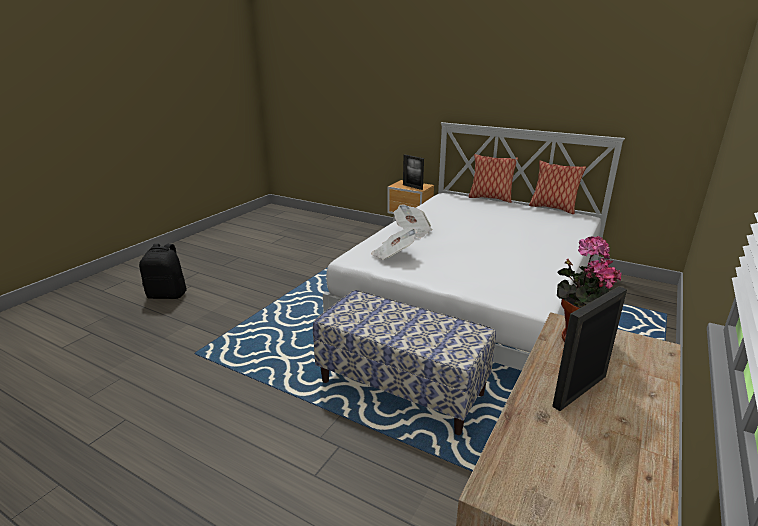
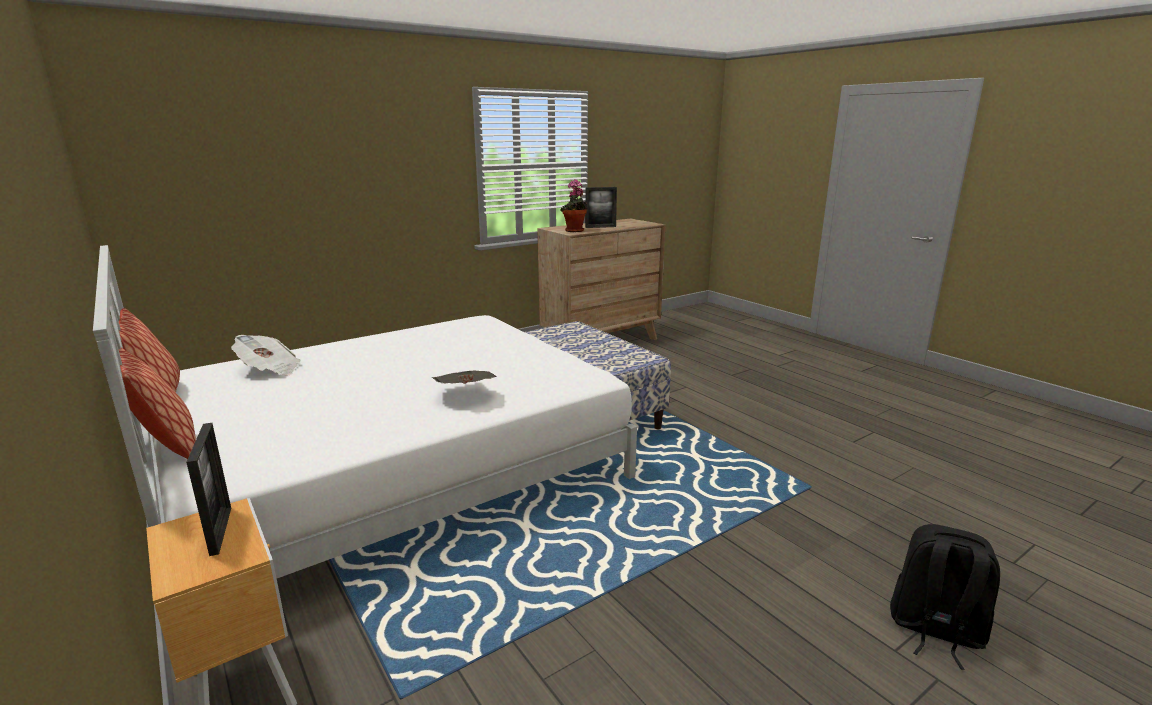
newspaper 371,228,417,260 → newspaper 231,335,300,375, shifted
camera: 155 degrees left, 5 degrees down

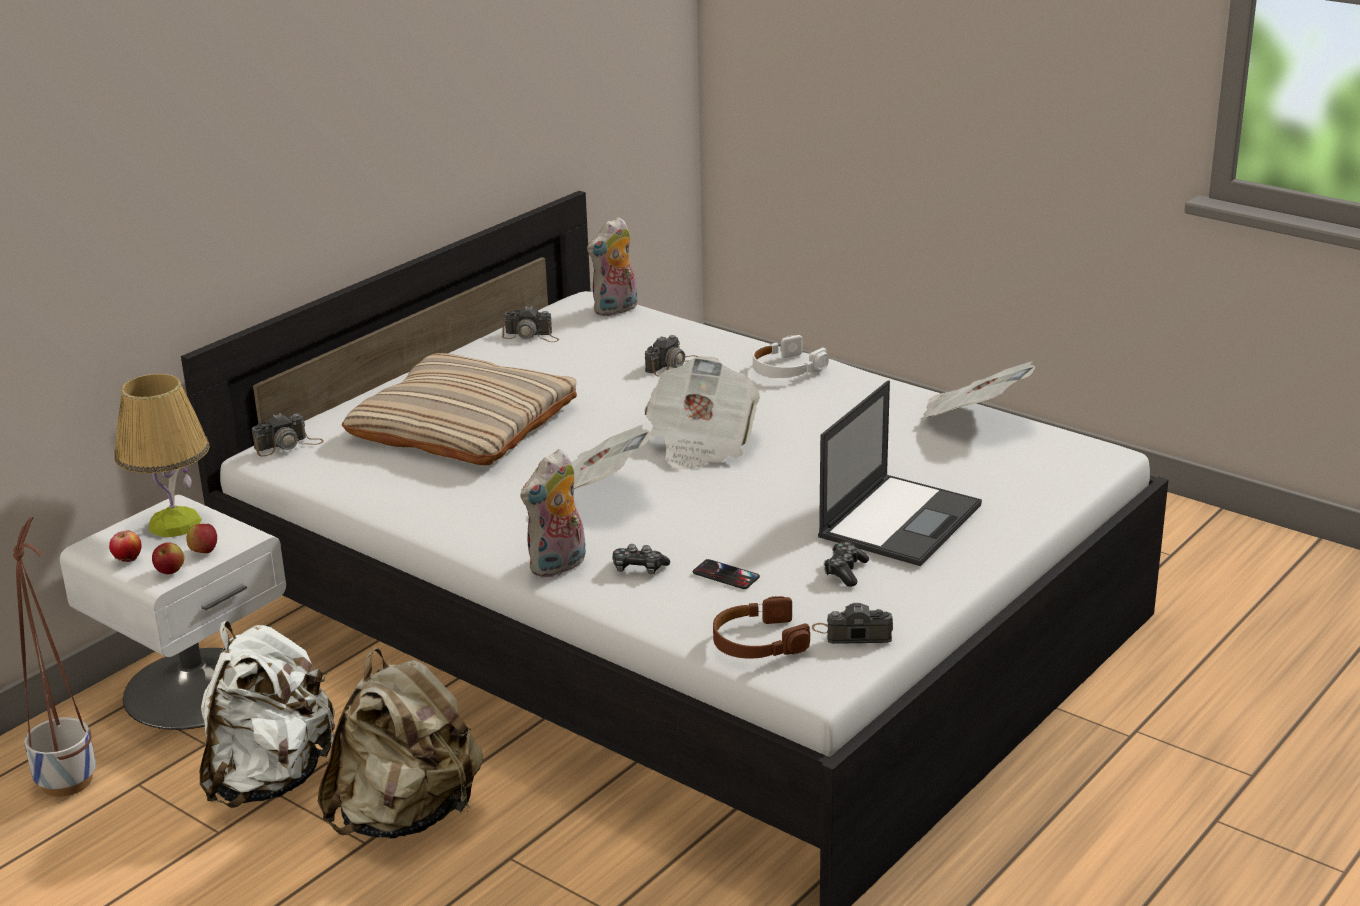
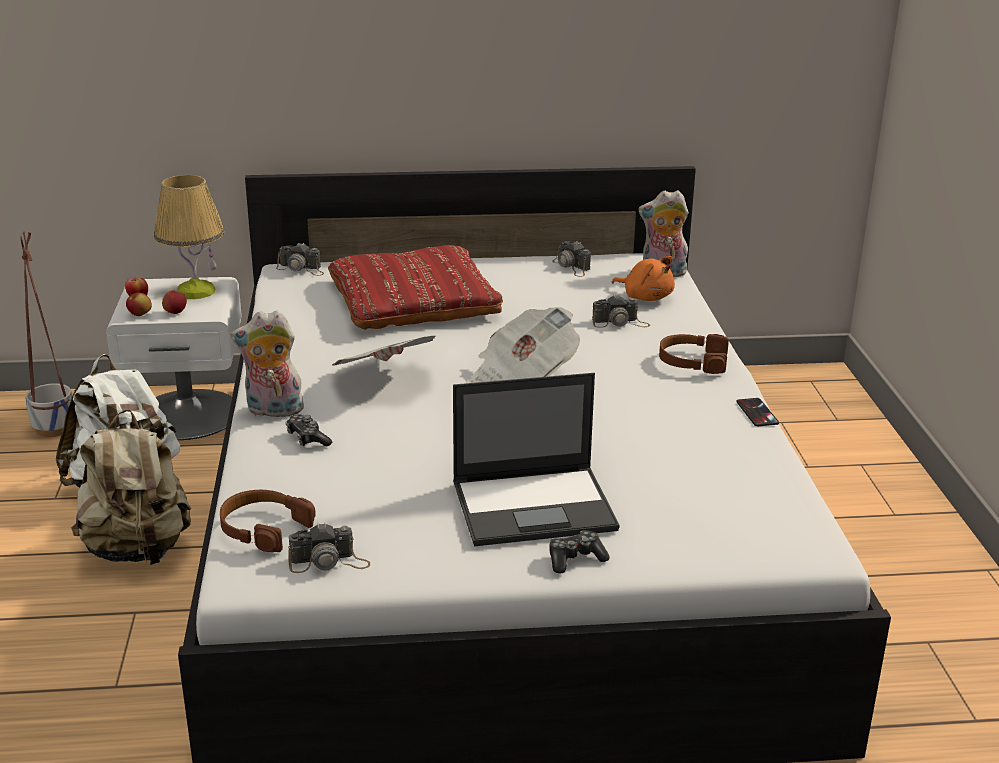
beige pillow 342,353,577,465 → red pillow 328,245,503,330
phone 693,559,760,589 → phone 736,398,779,426, shifted
white headphones 753,335,829,378 → brown headphones 659,334,729,374
photo camera 812,603,893,644 → photo camera 288,522,370,573, 120 degrees clockwise
game controller 824,541,869,587 → game controller 549,531,610,574, shifted
newspaper 920,361,1035,419 → -
- → orange plush toy 612,256,675,301
camera: 45 degrees right, 0 degrees up

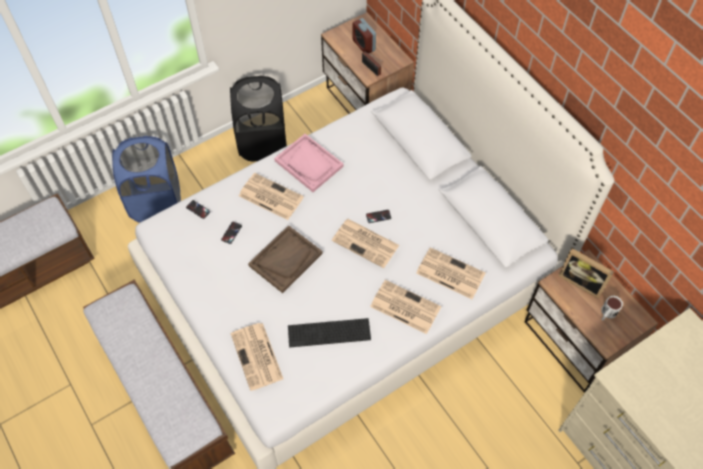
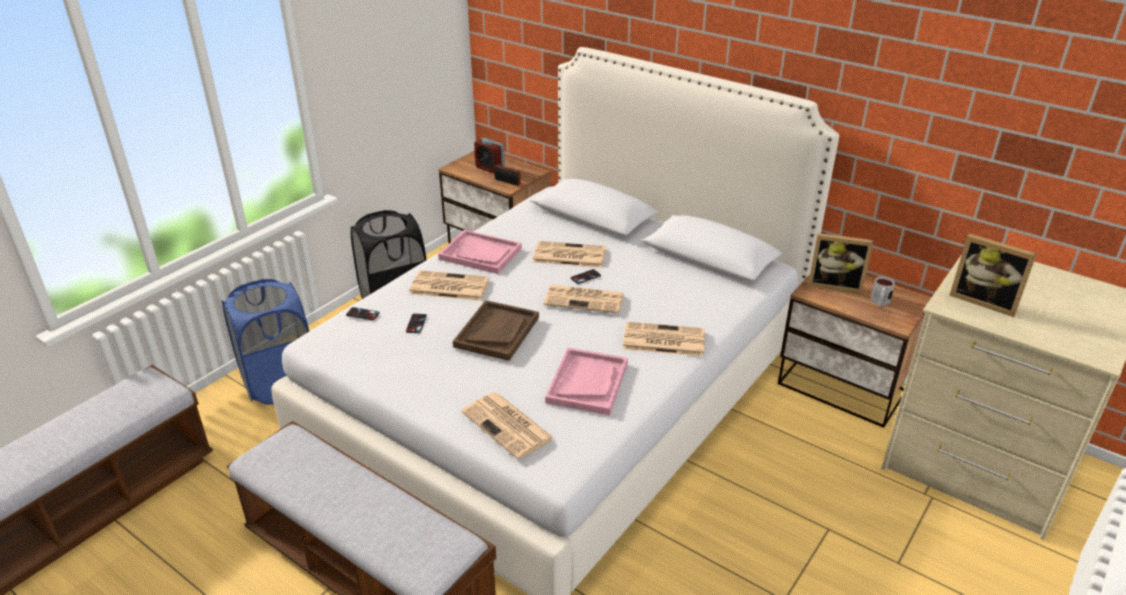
keyboard 288,318,371,347 → pink tray 545,348,628,415
newspaper 416,247,486,299 → newspaper 533,241,606,268, shifted
- → picture frame 949,233,1037,317
camera: 20 degrees left, 25 degrees down

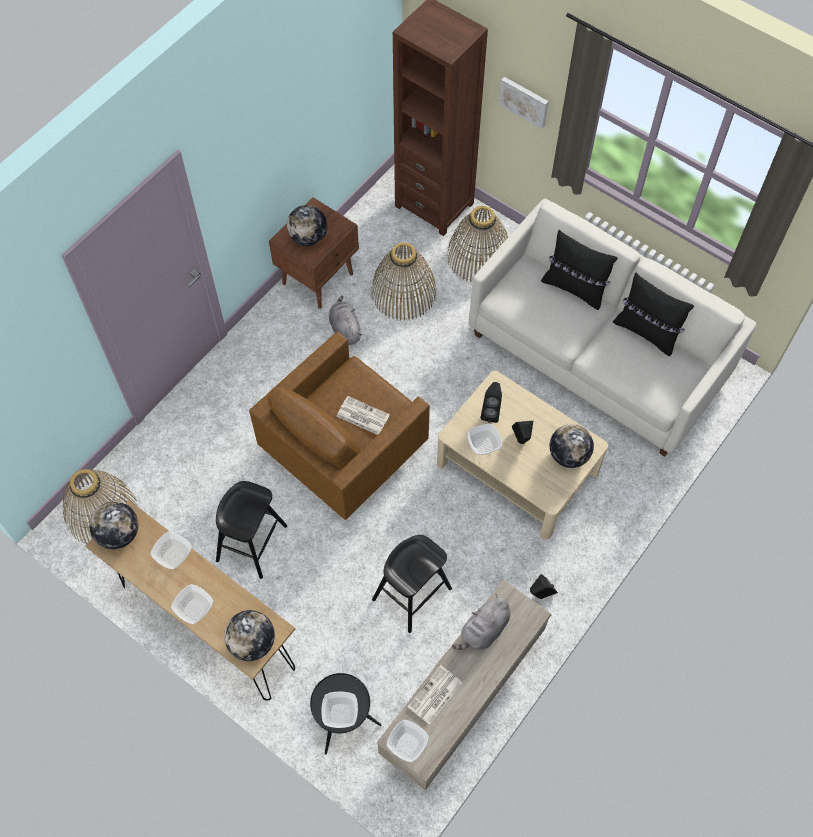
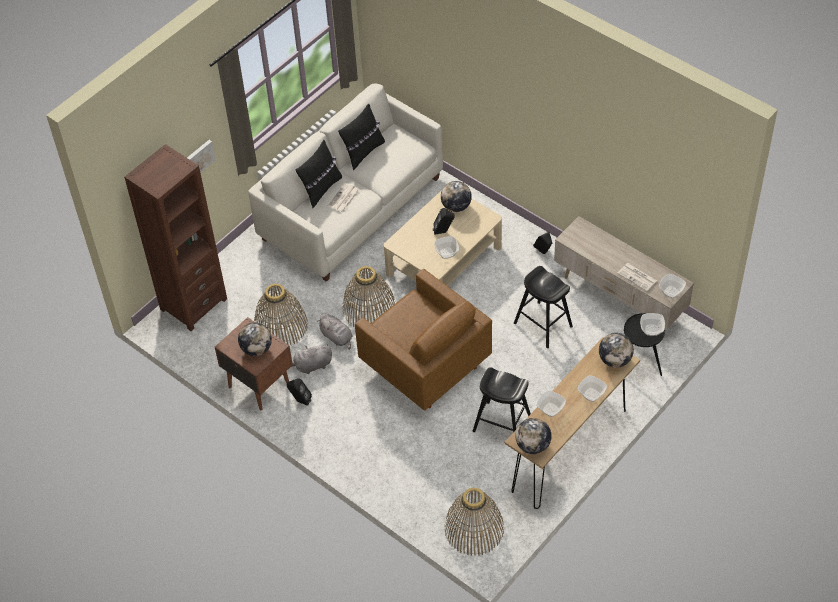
newspaper 336,396,390,435 → newspaper 328,183,360,213, shifted
basket 447,206,508,282 → basket 343,266,395,327, shifted
grey plush toy 452,594,510,651 → grey plush toy 318,314,353,350, shifted
black speaker 481,382,502,423 → black speaker 287,378,312,406, shifted
camera: 85 degrees left, 10 degrees down

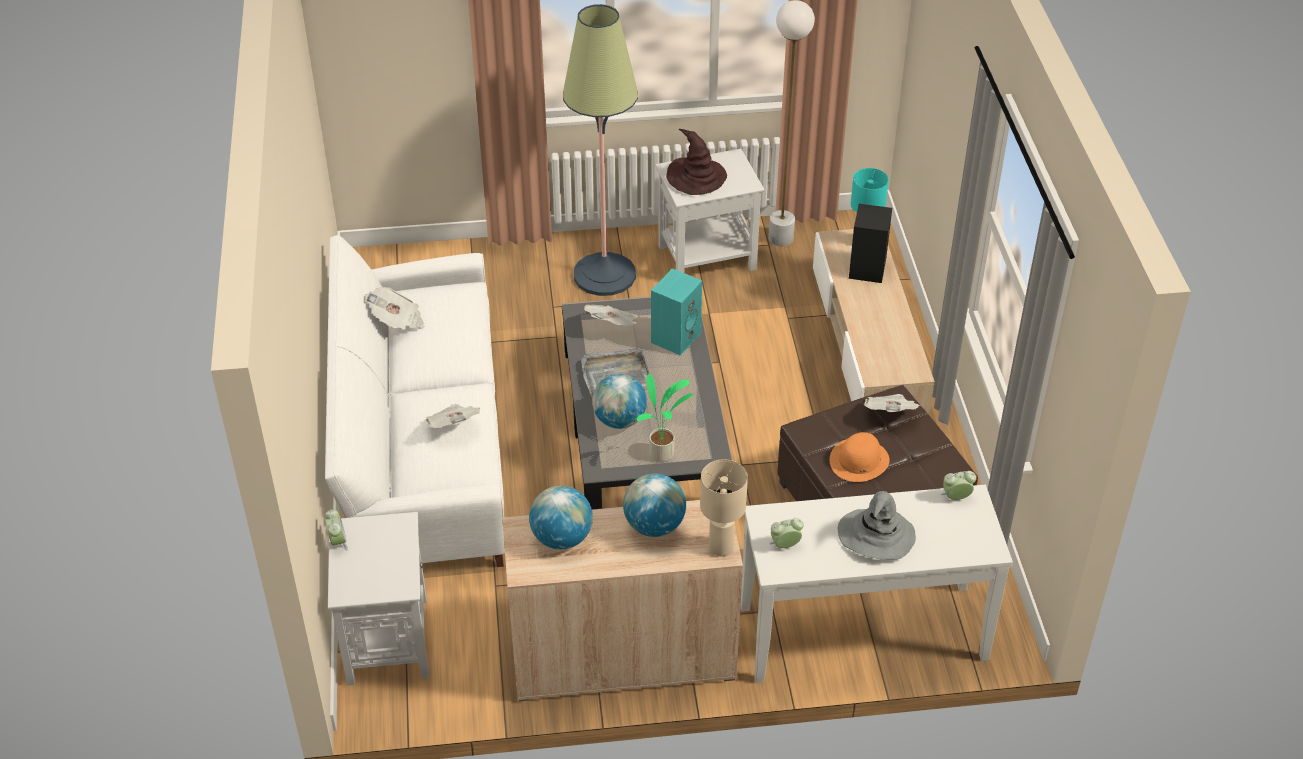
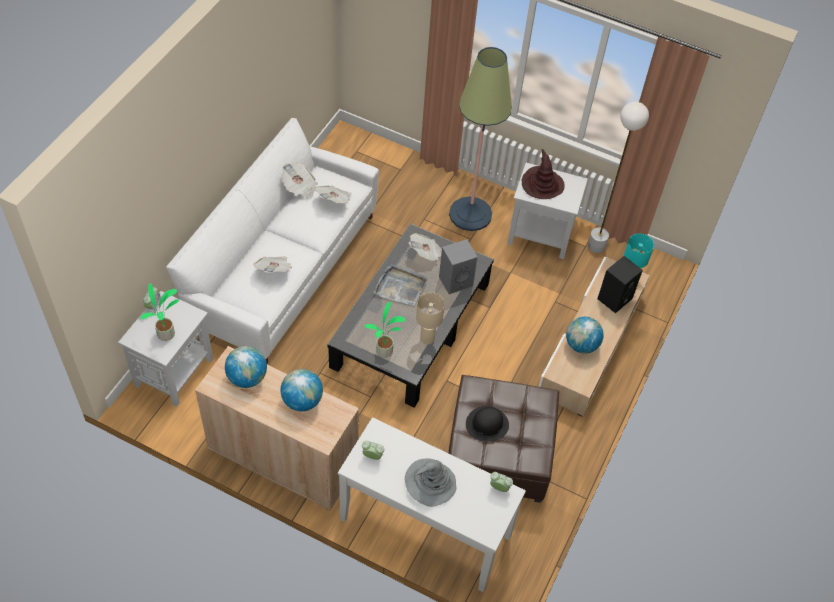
globe 592,374,647,429 → globe 566,317,603,354, shifted
turquoise speaker 651,268,702,356 → grey speaker 439,239,478,294
beige table lamp 700,459,748,556 → beige table lamp 416,292,445,345, shifted
orange hat 830,432,890,482 → black hat 466,406,509,441
newspaper 864,394,920,412 → newspaper 315,185,352,203, shifted
- → potted plant 140,283,179,341
camera: 30 degrees right, 10 degrees up

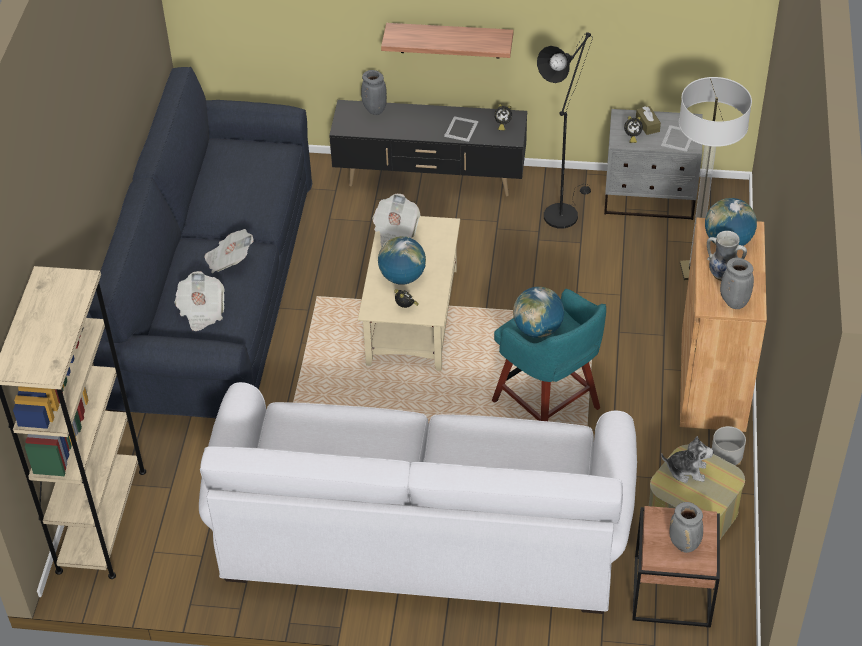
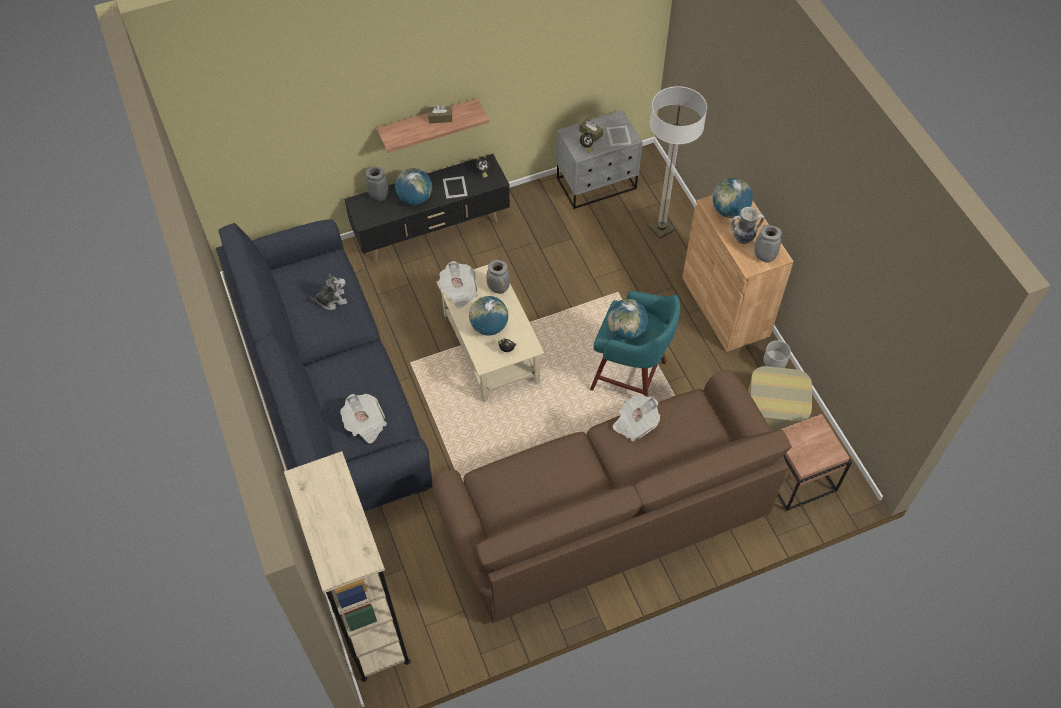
white sofa 199,382,637,614 → brown sofa 432,369,792,623
newspaper 204,229,253,273 → newspaper 613,394,660,442, shifted
black floor lamp 537,32,593,228 → -
plush toy 661,436,713,483 → plush toy 310,274,347,310, shifted
grey vase 669,502,703,553 → grey vase 487,260,510,294, shifted
- → globe 395,168,432,205
- → brown tissue box 428,105,452,124
camera: 30 degrees left, 10 degrees up

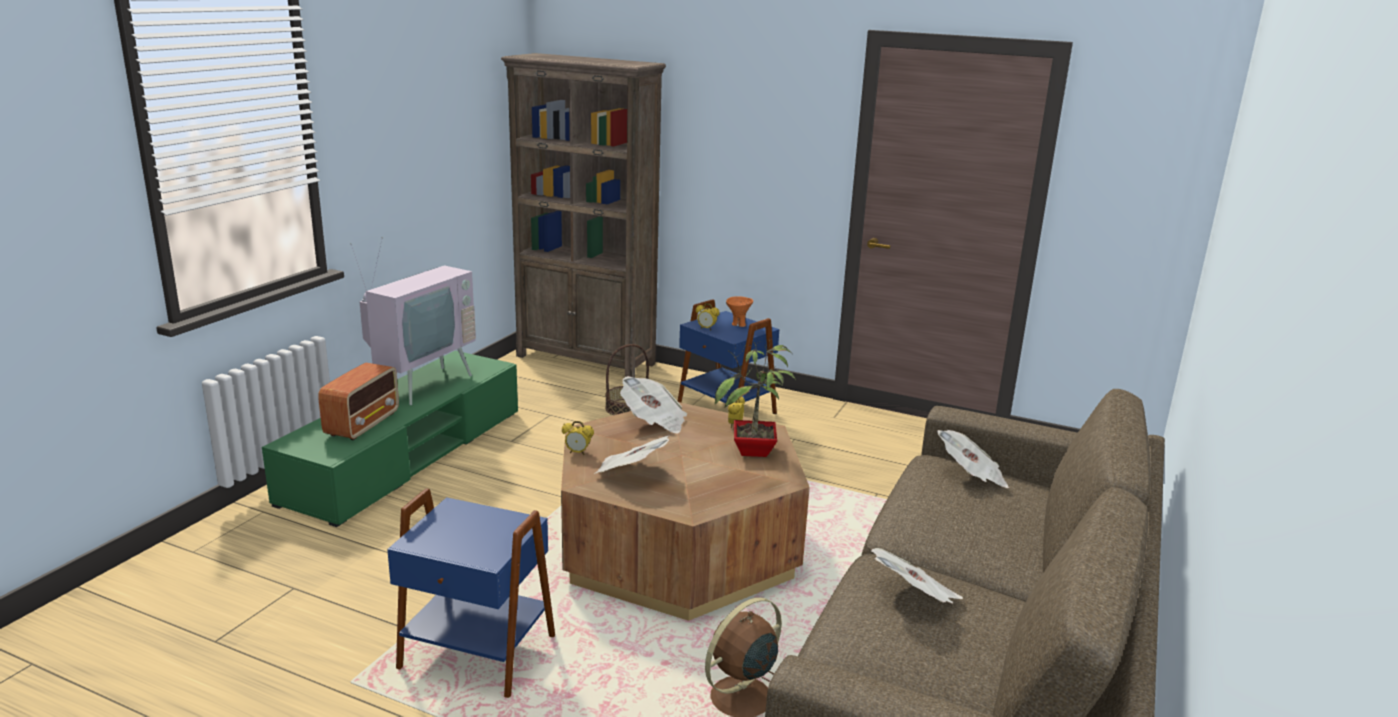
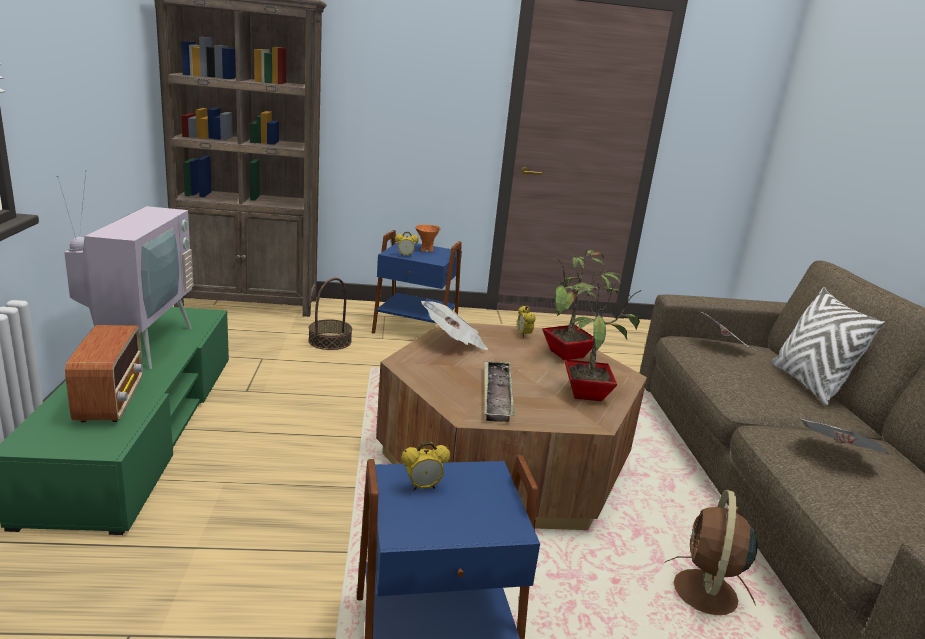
alarm clock 562,421,594,455 → alarm clock 401,442,451,491, shifted
newspaper 594,435,670,474 → tray 485,361,515,422
- → potted plant 564,277,641,401
- → white pillow 772,287,885,405
camera: 30 degrees left, 0 degrees up

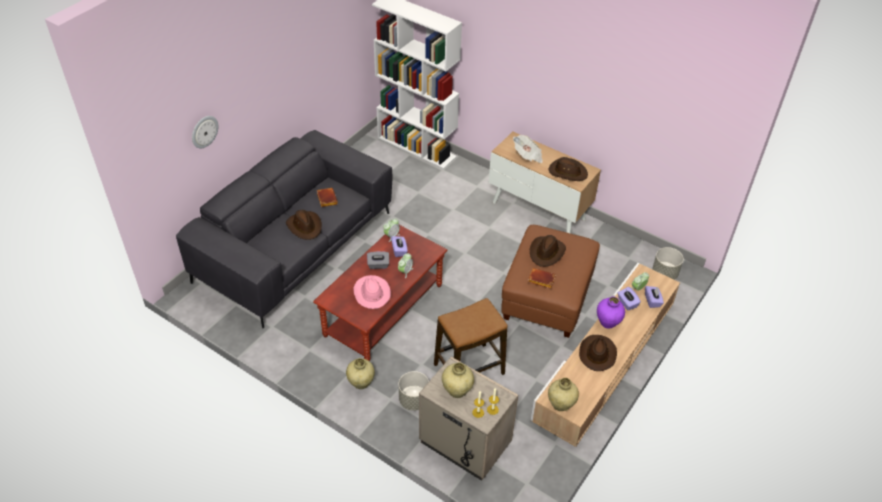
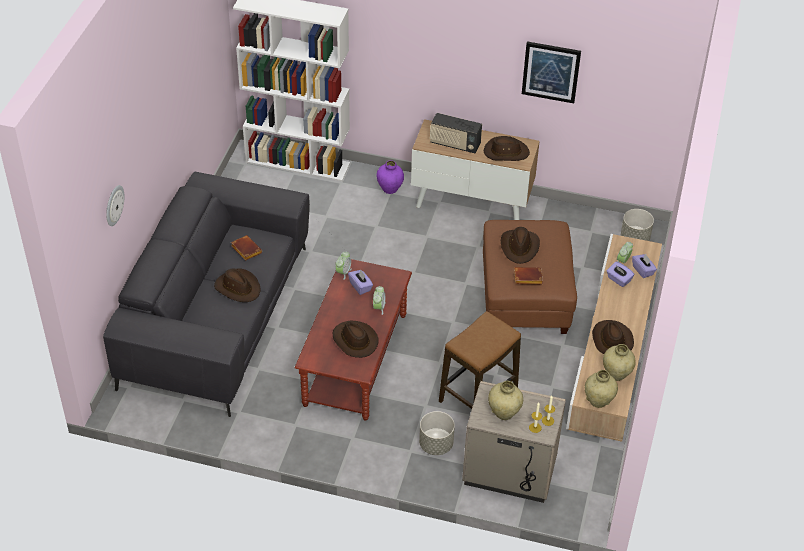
beige vase 346,358,375,389 → beige vase 603,344,636,381, shifted
pink hat 354,275,391,309 → brown hat 333,321,379,358
grey tissue box 367,251,389,269 → -
newspaper 513,135,543,163 → radio 430,113,482,153
purple vase 597,297,625,329 → purple vase 376,160,404,194, shifted
- → picture 522,41,581,103
camera: 20 degrees left, 0 degrees up

